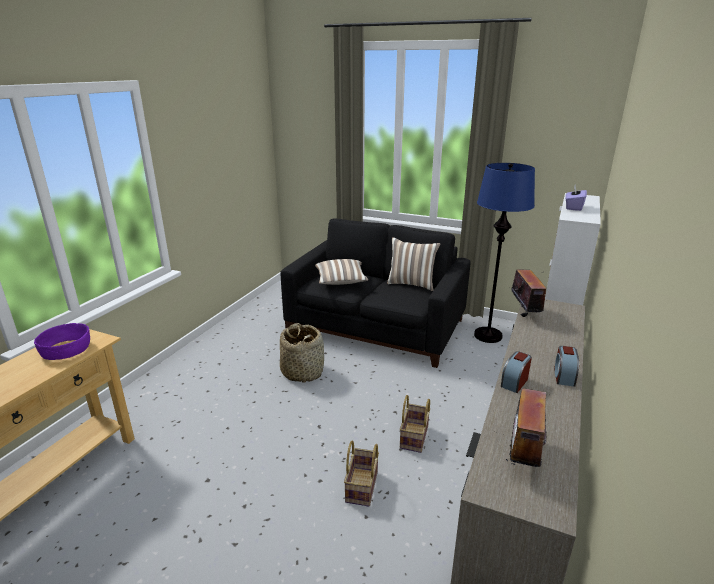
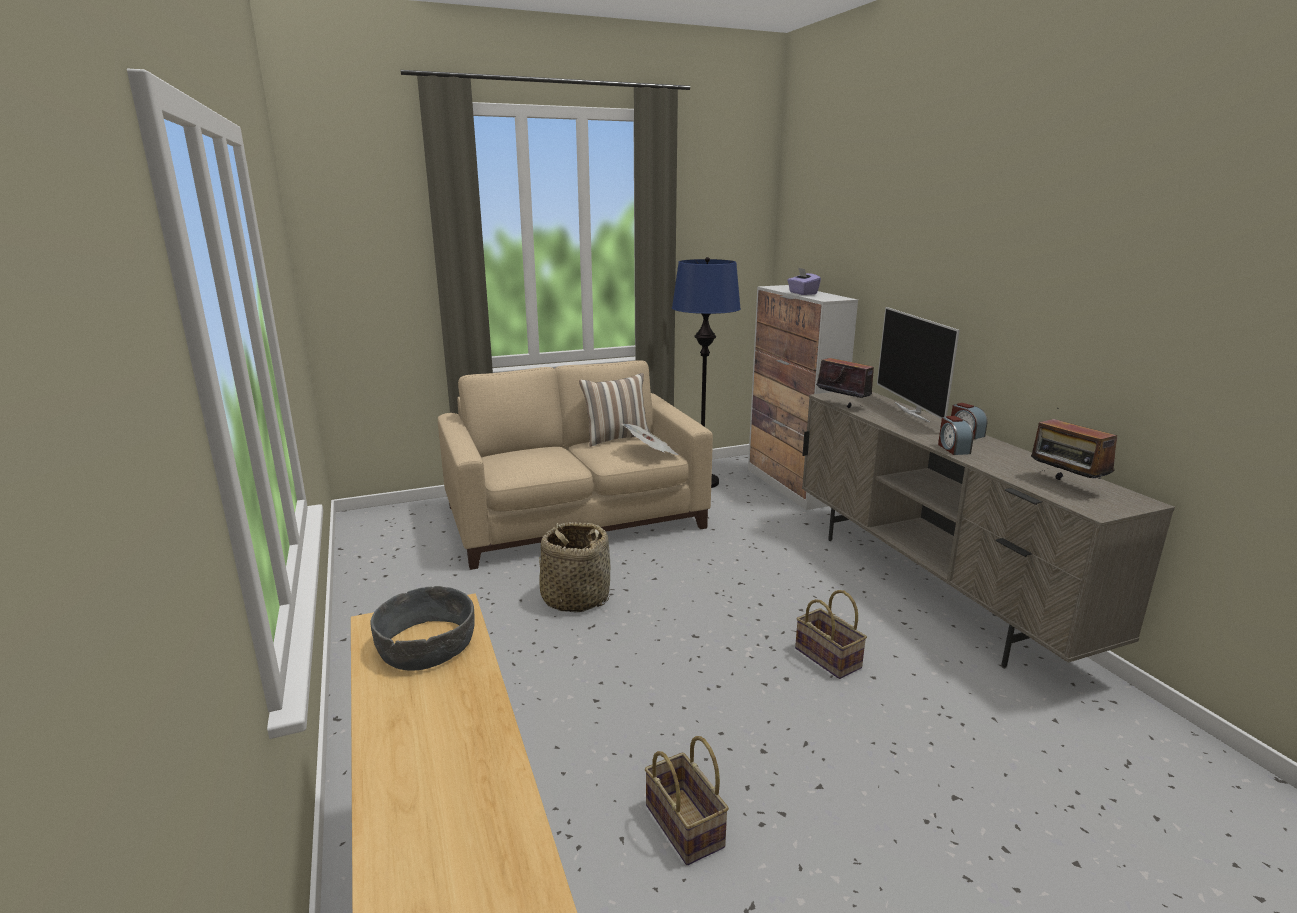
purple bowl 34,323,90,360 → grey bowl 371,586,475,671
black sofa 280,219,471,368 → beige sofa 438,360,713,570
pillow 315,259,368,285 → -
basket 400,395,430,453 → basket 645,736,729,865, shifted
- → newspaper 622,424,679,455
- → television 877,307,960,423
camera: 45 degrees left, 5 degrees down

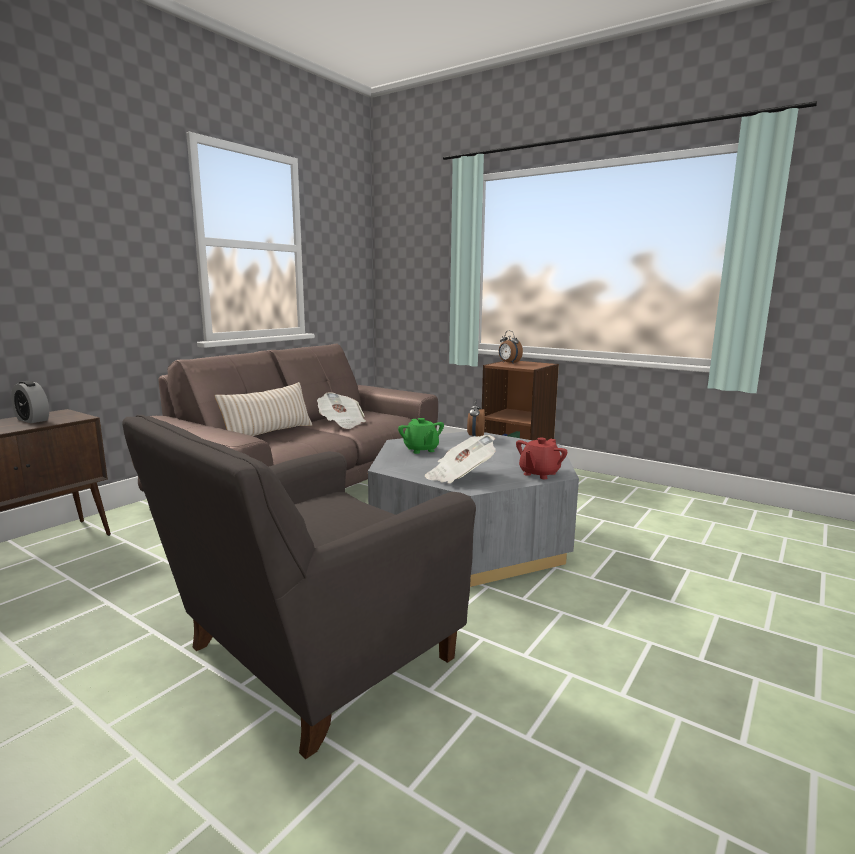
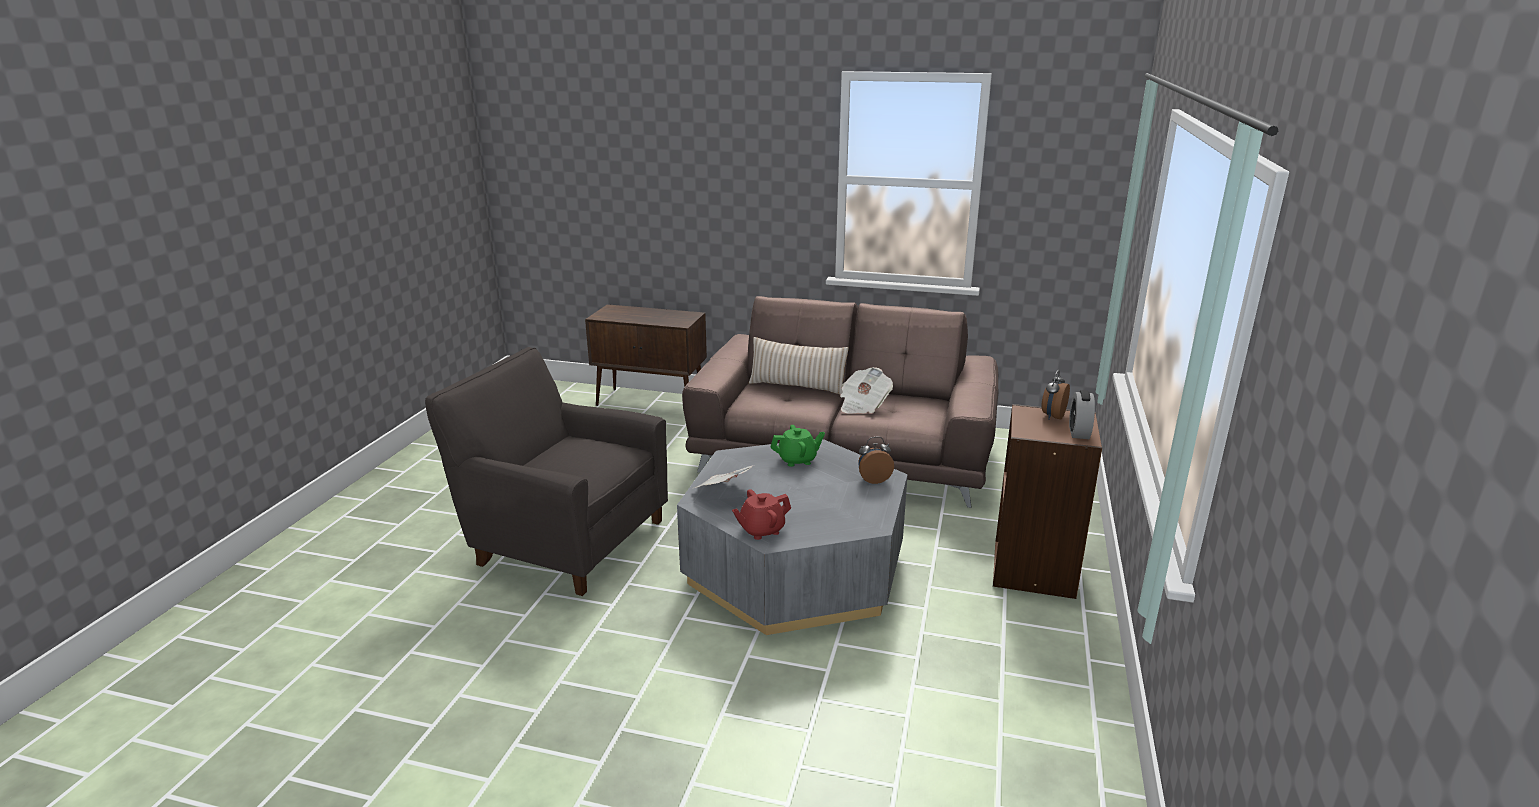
alarm clock 11,381,49,423 → alarm clock 1069,390,1095,439, shifted
green teapot 398,418,444,454 → green teapot 771,425,825,467, 150 degrees counterclockwise
red teapot 516,438,567,479 → red teapot 732,489,791,540, 45 degrees counterclockwise
camera: 70 degrees right, 10 degrees up

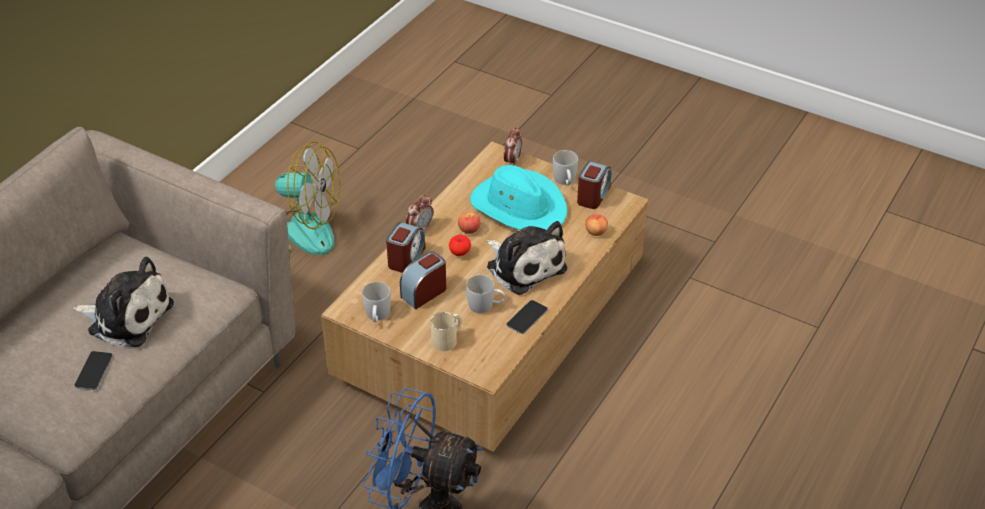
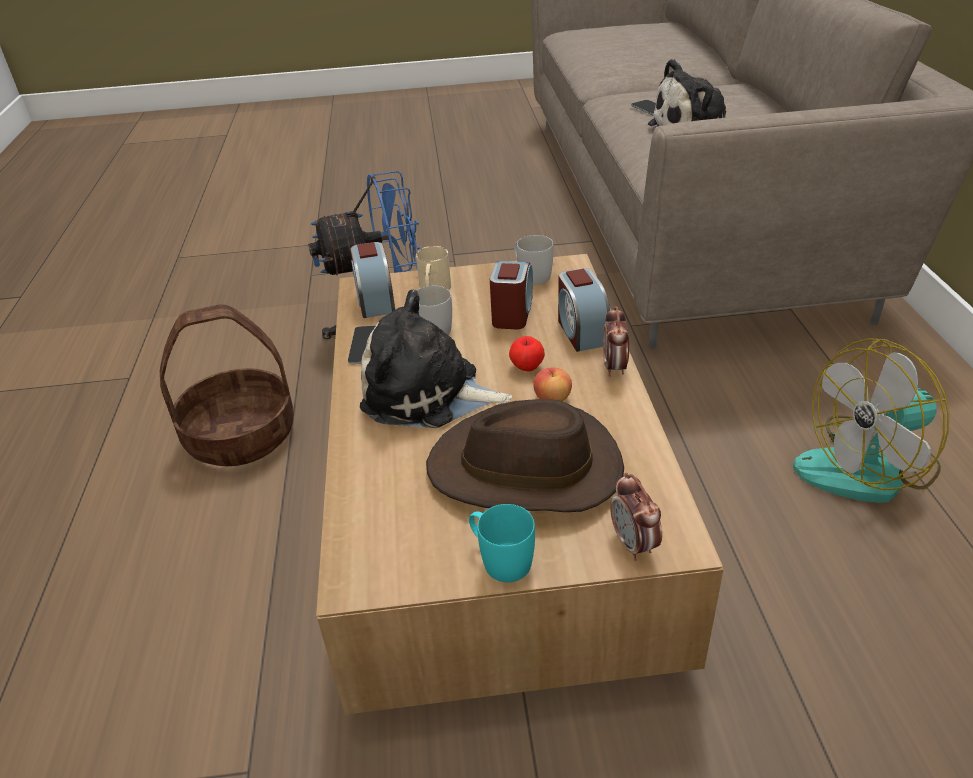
turquoise hat 470,165,567,230 → brown hat 426,399,624,512
white mug 553,150,578,185 → turquoise mug 469,504,535,582
alarm clock 577,161,612,209 → alarm clock 350,242,395,318, shifted
apple 585,214,608,236 → -
- → basket 160,304,294,466
camera: 145 degrees right, 5 degrees down

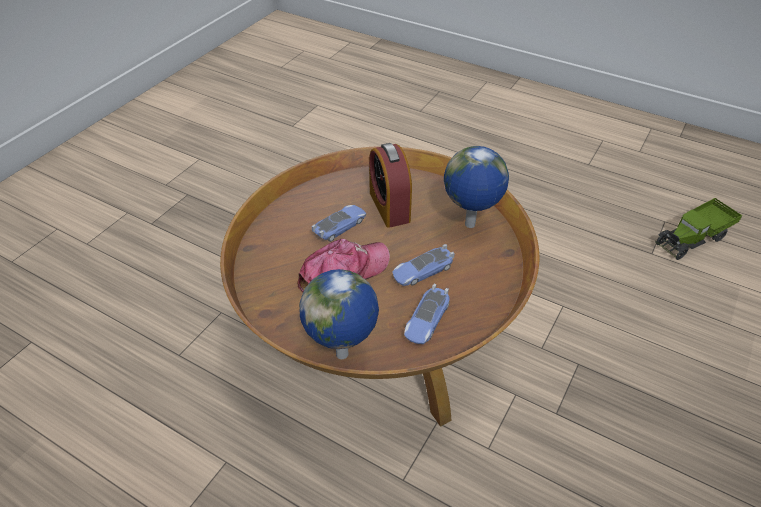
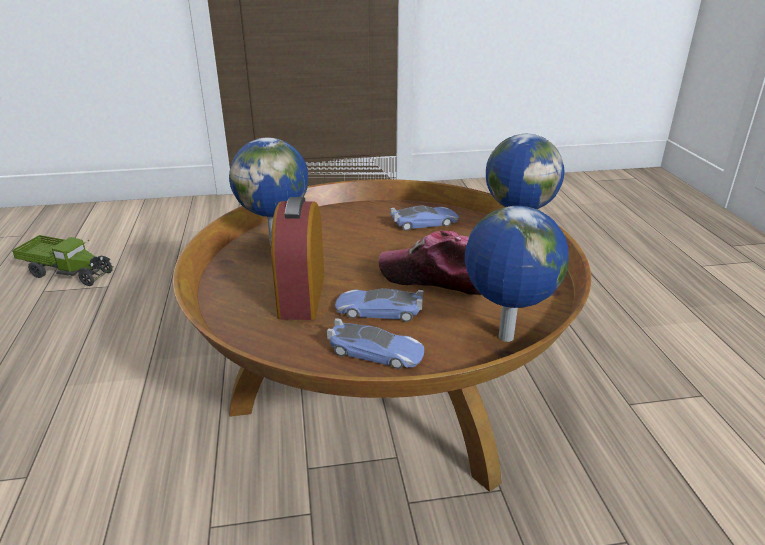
alarm clock 369,143,412,228 → alarm clock 271,197,324,320, 150 degrees clockwise
toy car 392,244,454,286 → toy car 327,318,424,369, shifted
- → globe 465,206,569,342
camera: 130 degrees left, 15 degrees down

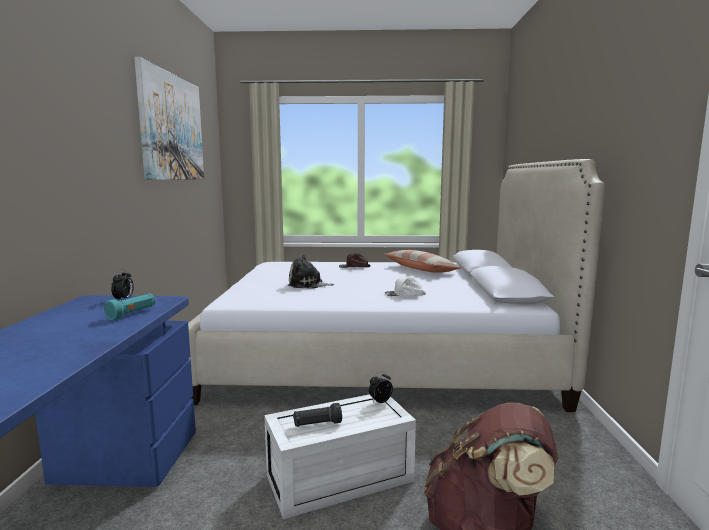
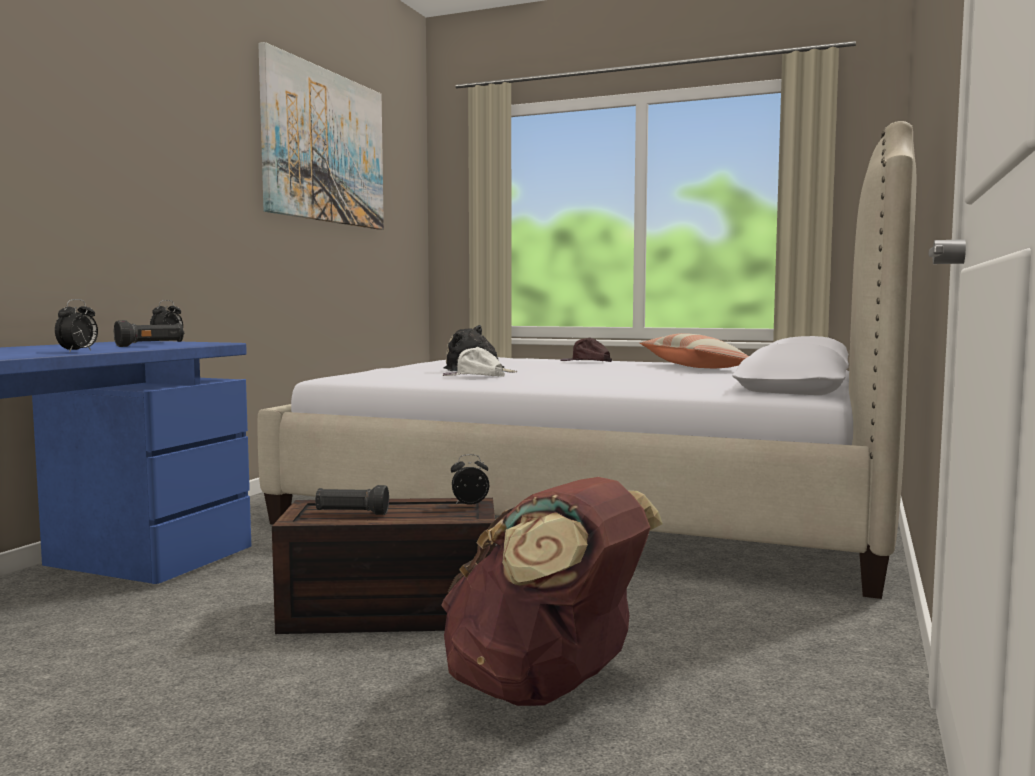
turquoise flashlight 104,293,155,320 → black flashlight 114,320,184,347
white storage box 264,394,416,519 → brown storage box 272,498,495,634
white cap 385,276,426,297 → white cap 442,347,505,377, shifted
- → alarm clock 55,299,98,352
camera: 20 degrees right, 5 degrees down

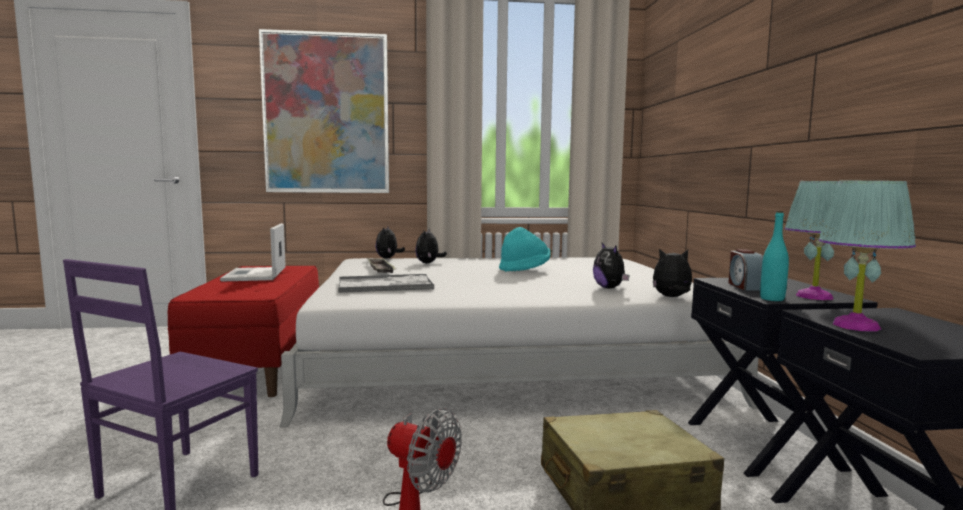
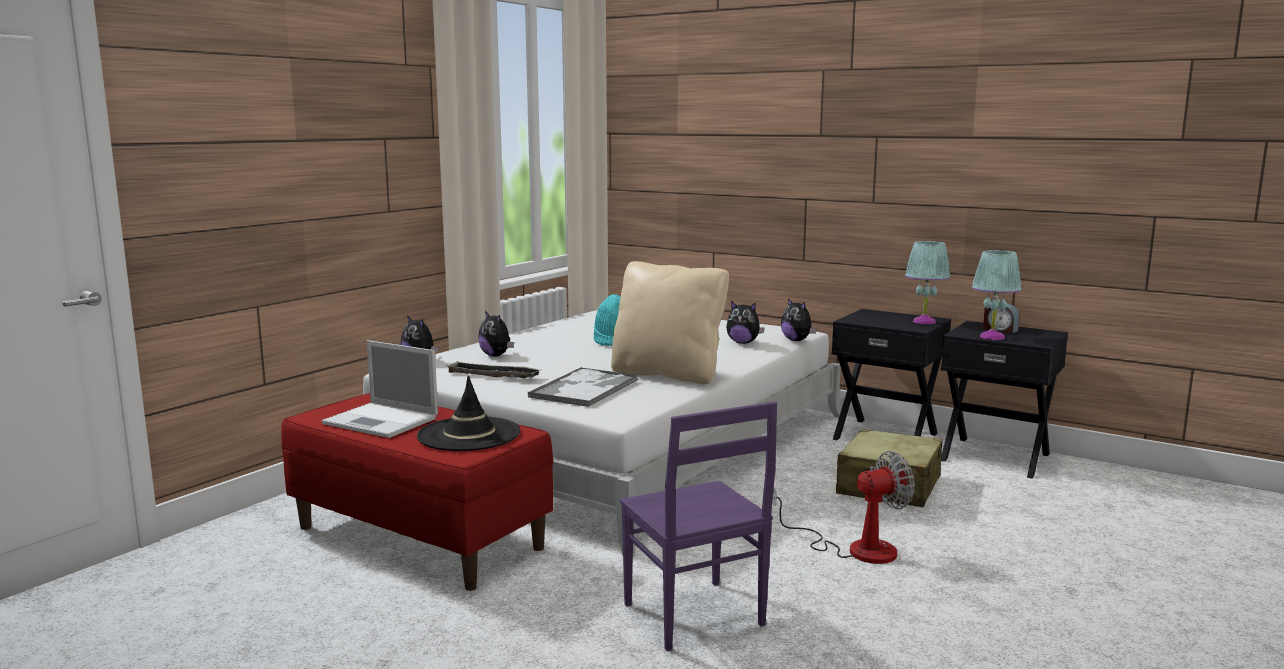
picture 259,29,389,193 → -
plush toy 653,249,692,297 → plush toy 781,298,817,341, 75 degrees counterclockwise
alarm clock 728,249,763,291 → alarm clock 983,303,1020,333, shifted
turquoise bottle 760,211,789,301 → -
- → black hat 417,375,520,451
- → beige pillow 611,261,729,384
camera: 50 degrees left, 5 degrees up

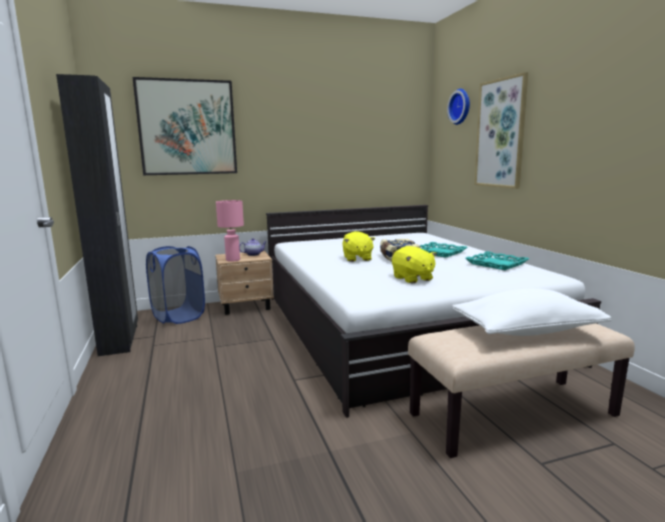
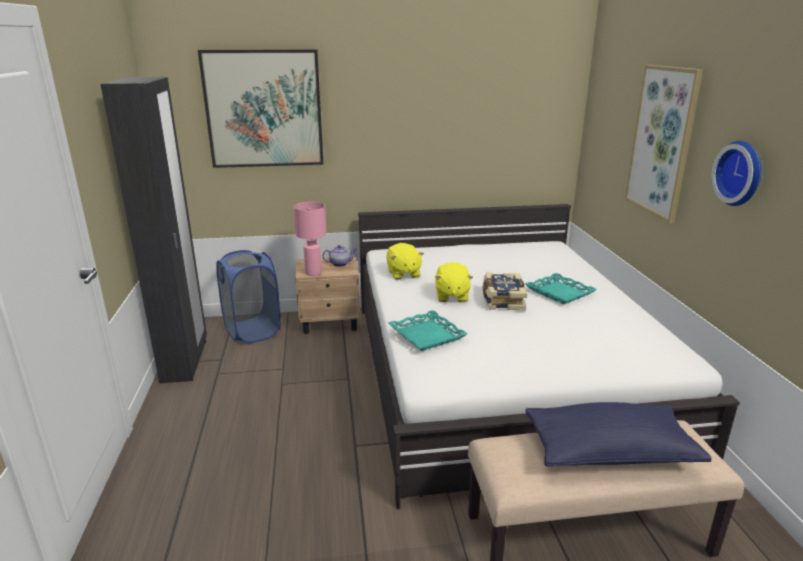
yellow plush toy 392,246,437,283 → yellow plush toy 386,243,424,280, shifted
wall clock 447,89,470,125 → wall clock 711,141,762,206, shifted
white pillow 452,289,612,336 → blue pillow 525,402,712,466
turquoise tray 465,251,529,270 → turquoise tray 388,310,468,351, shifted
camera: 10 degrees right, 10 degrees up

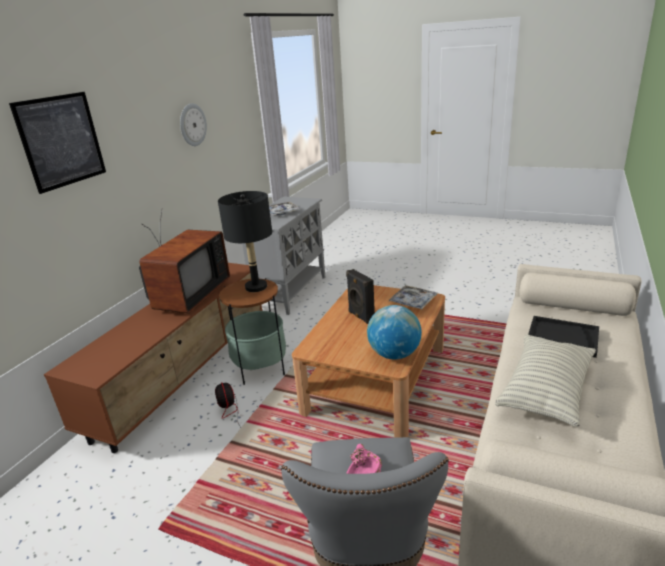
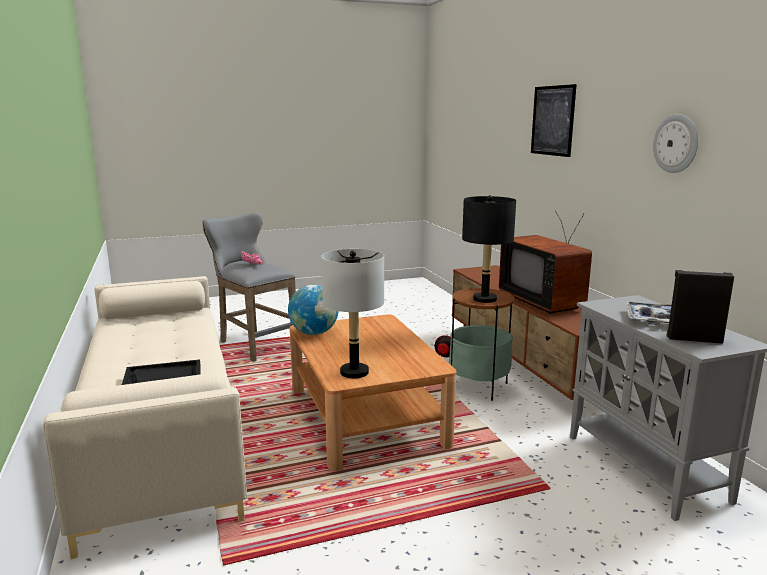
black speaker 346,269,375,324 → black speaker 666,270,734,344, shifted
tray 389,285,438,309 → grey table lamp 321,249,384,378
pillow 495,335,596,427 → -
camera: 135 degrees right, 10 degrees down

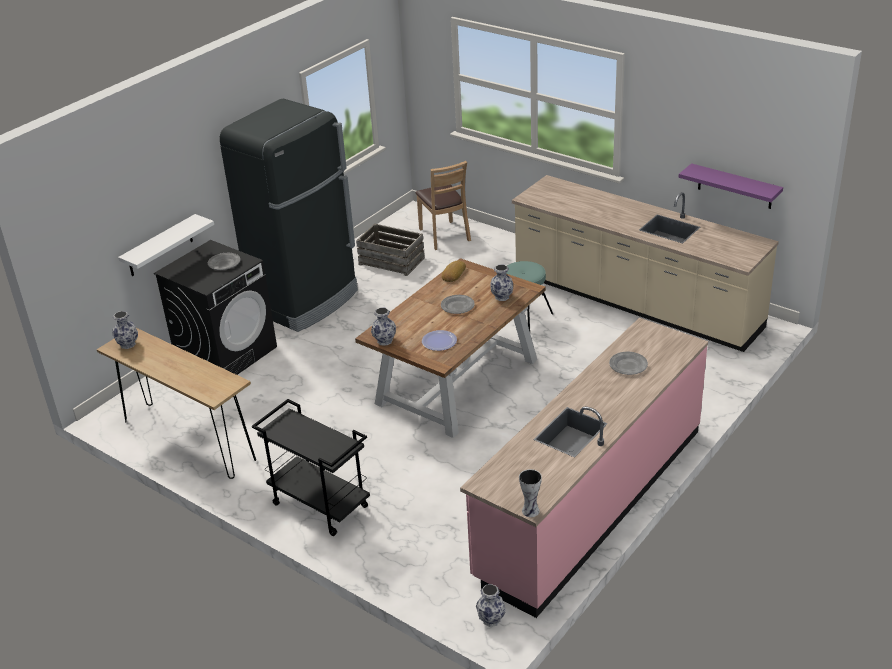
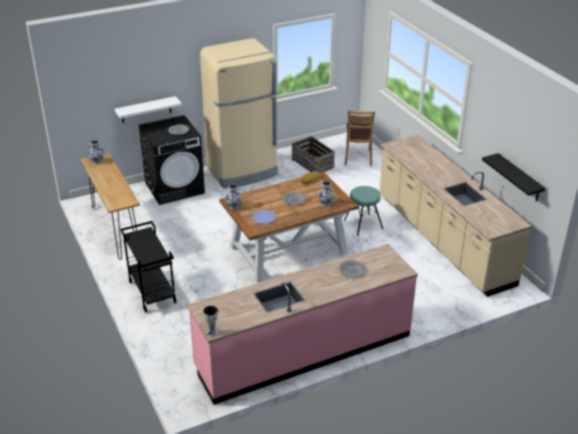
black fridge 220,99,358,332 → beige fridge 200,38,278,189
vase 476,584,506,627 → -
purple shelf 679,163,783,209 → black shelf 482,153,546,201
camera: 25 degrees right, 0 degrees up

